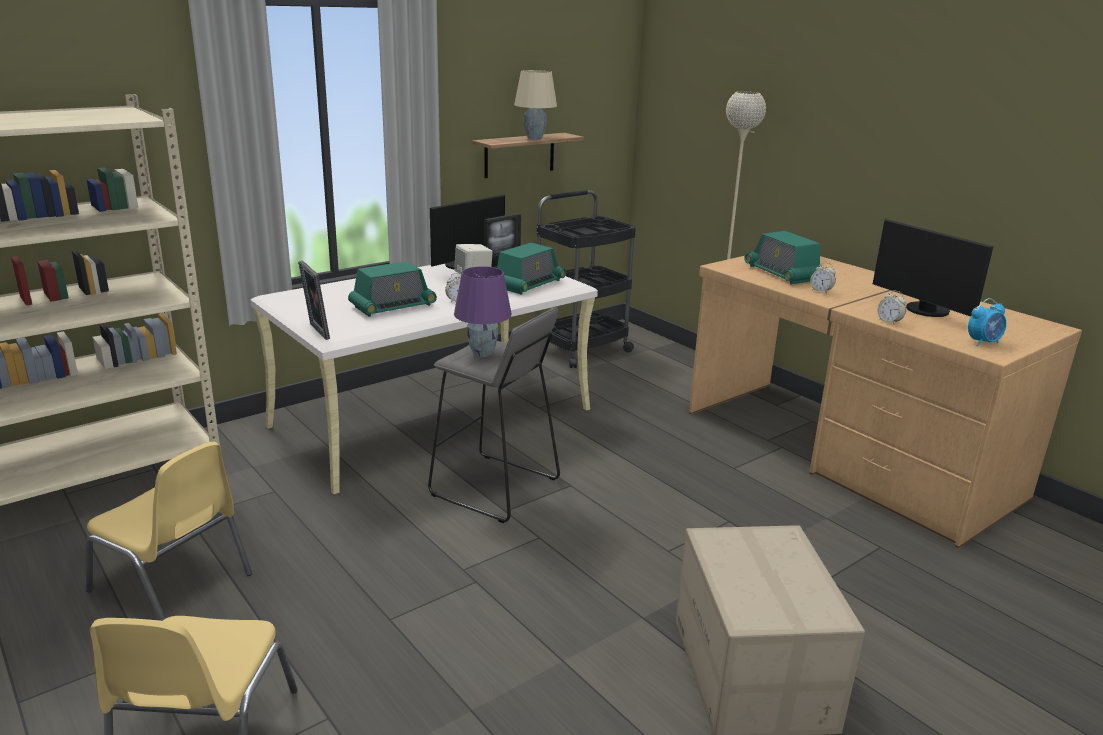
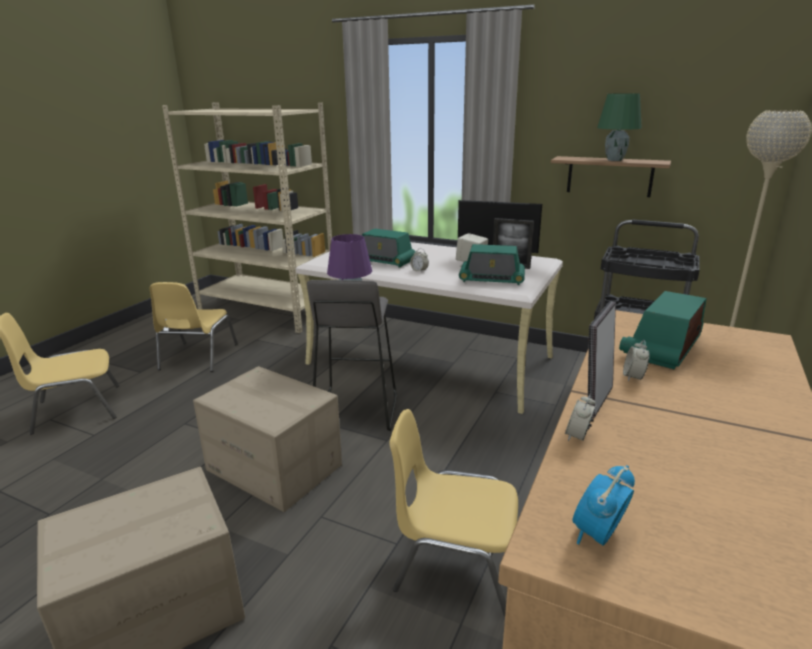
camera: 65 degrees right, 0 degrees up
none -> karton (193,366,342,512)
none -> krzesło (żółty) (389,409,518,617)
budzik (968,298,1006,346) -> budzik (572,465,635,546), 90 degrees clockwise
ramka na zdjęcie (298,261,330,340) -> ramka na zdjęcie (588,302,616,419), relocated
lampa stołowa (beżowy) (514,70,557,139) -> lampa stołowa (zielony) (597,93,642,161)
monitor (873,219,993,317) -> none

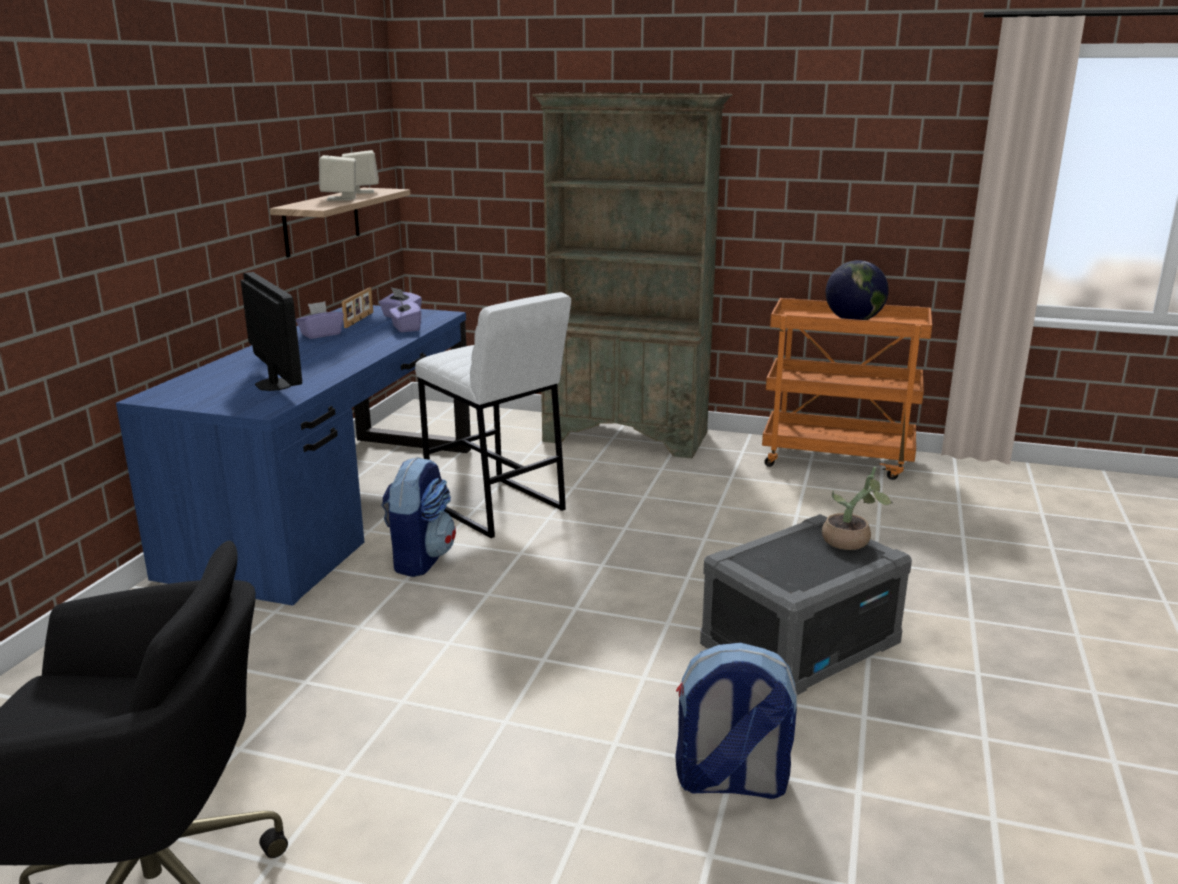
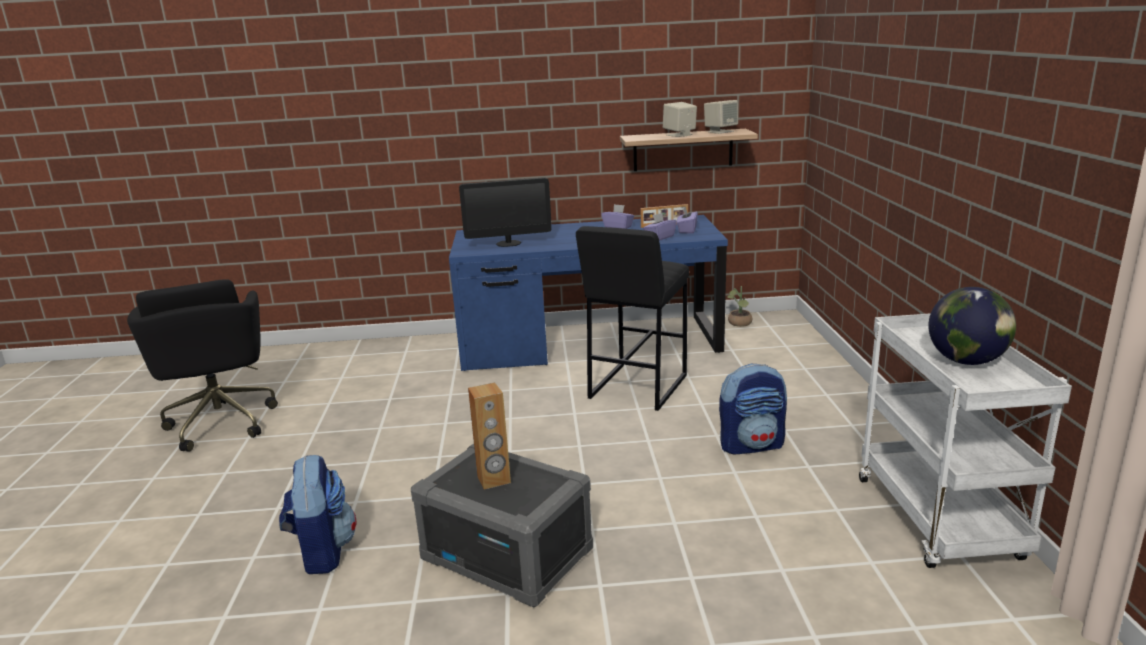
camera: 70 degrees right, 0 degrees up
monitor (241,272,302,391) -> monitor (459,177,552,247), 45 degrees clockwise
none -> głośnik (brązowy) (468,383,511,490)
stołek (biały) (415,292,571,538) -> stołek (czarny) (576,226,689,411)
plecak (381,457,456,577) -> plecak (719,364,787,455), relocated
roślina doniczkowa (822,467,892,550) -> roślina doniczkowa (727,286,753,327), relocated
wózek (pomarańczowy) (762,298,932,480) -> wózek (biały) (859,313,1072,568)
regał (zielony) (532,92,733,459) -> none

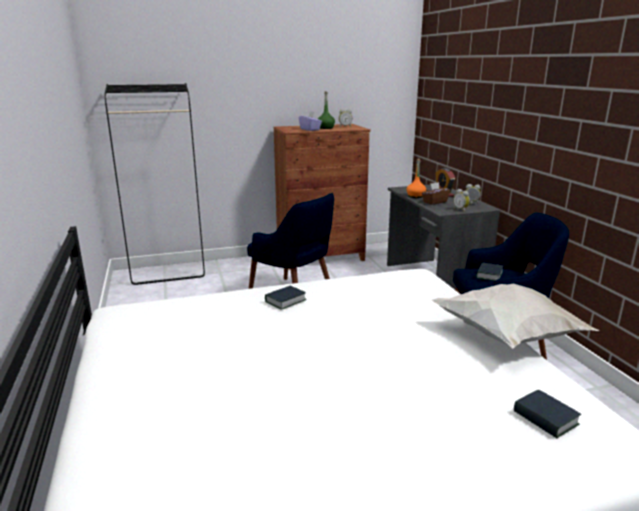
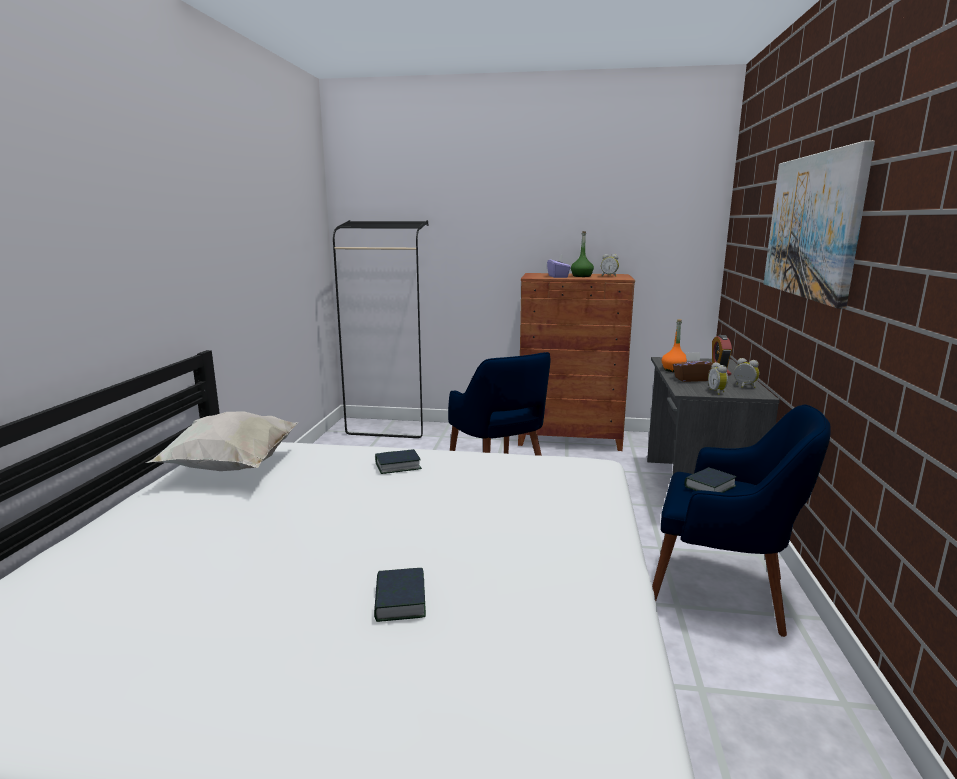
camera: 25 degrees right, 5 degrees down
poduszka (biały) (432,283,599,349) -> poduszka (biały) (146,412,298,471), relocated
książka (514,390,581,438) -> książka (374,568,426,622), relocated
none -> obraz (763,140,875,309)

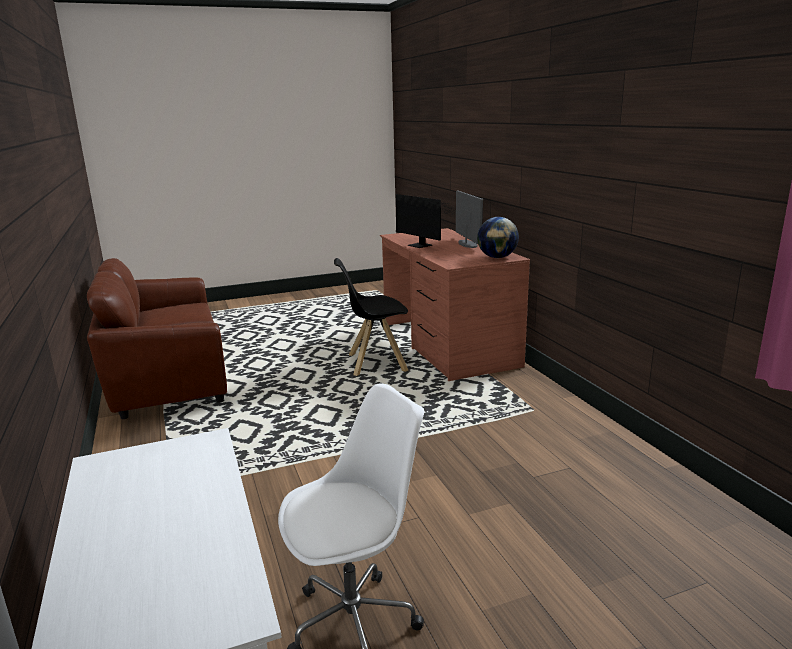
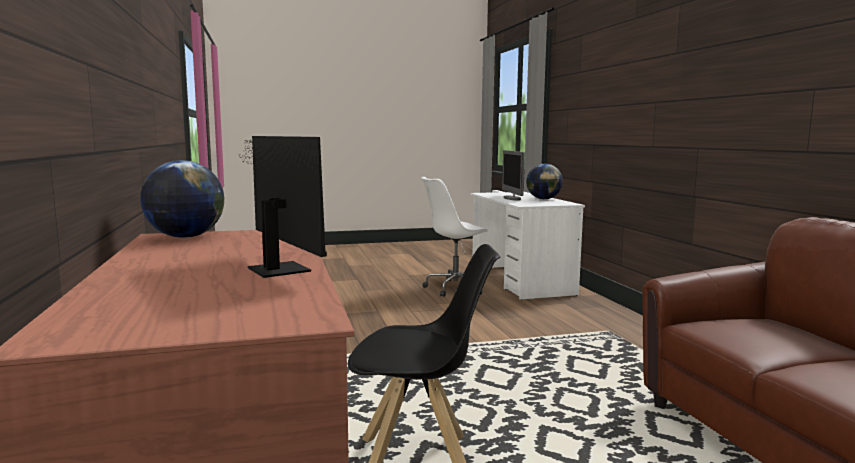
camera: 175 degrees left, 10 degrees down
monitor (456,190,483,248) -> monitor (502,150,525,200), relocated
none -> globus (526,164,563,199)

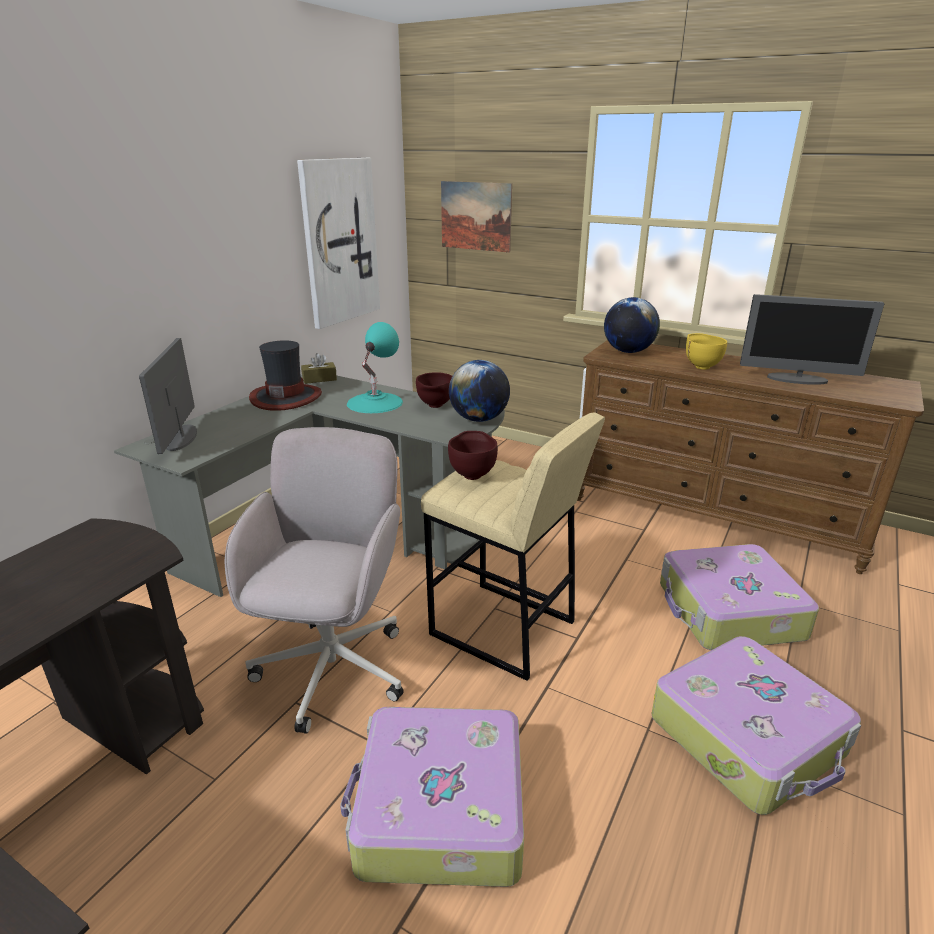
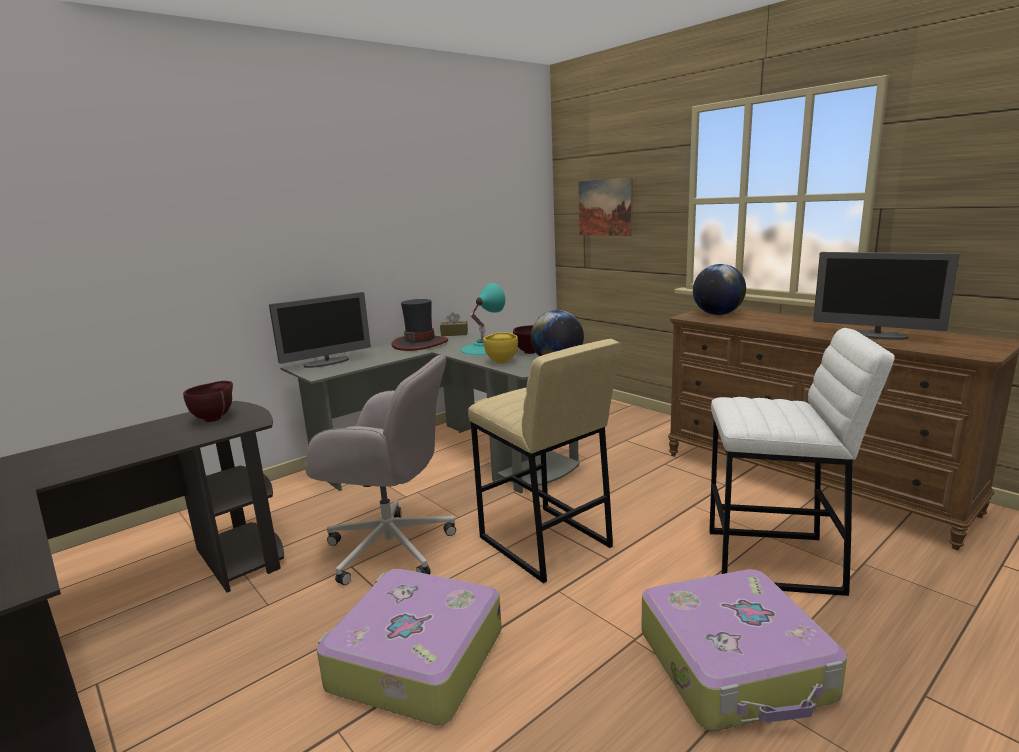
camera: 20 degrees right, 10 degrees down
miska (brązowy) (448,431,498,480) -> miska (brązowy) (183,381,233,422), relocated
monitor (139,338,197,454) -> monitor (269,292,371,368), 135 degrees counterclockwise
krzesło biurowe (szary) (225,427,404,734) -> krzesło biurowe (szary) (305,355,456,585), 75 degrees clockwise
miska (żółty) (686,333,727,370) -> miska (żółty) (484,332,518,364), relocated
walizka (660,544,819,650) -> stołek (biały) (709,328,895,596)
obraz (297,158,380,329) -> none

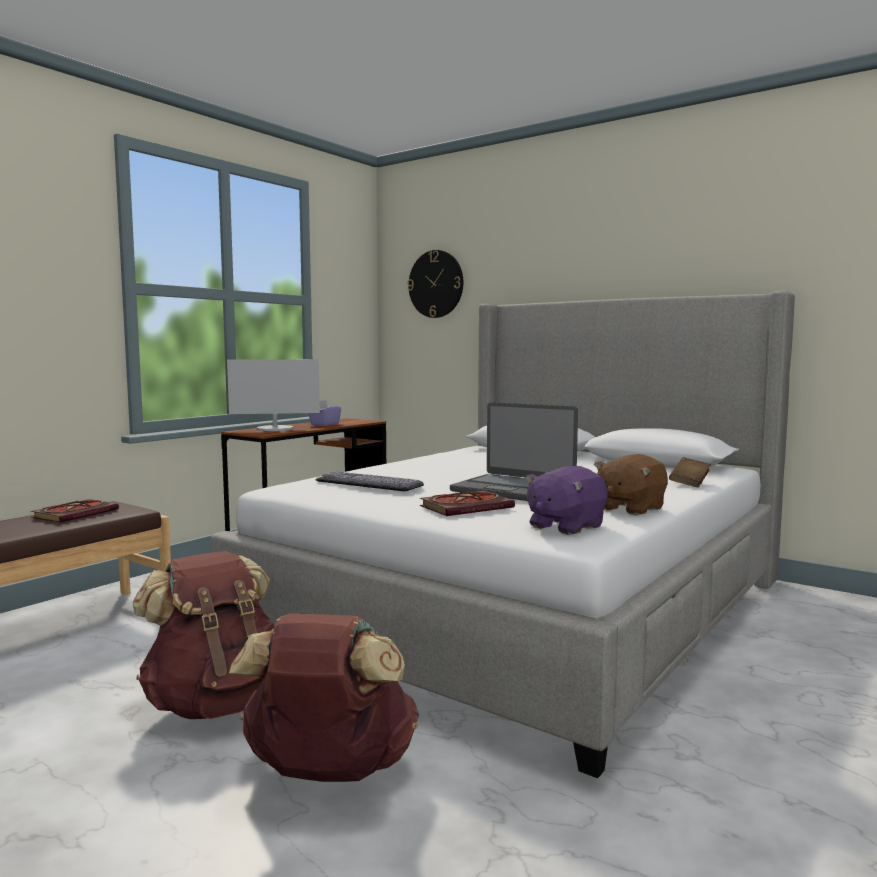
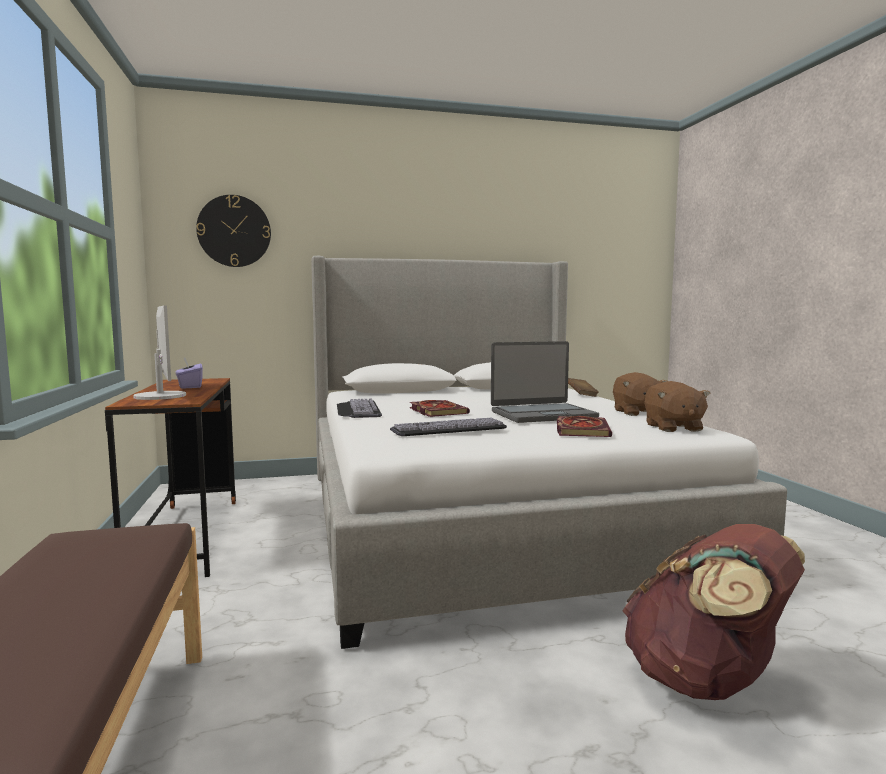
camera: 50 degrees left, 0 degrees up
monitor (227,359,320,431) -> monitor (133,305,186,400), 60 degrees counterclockwise
none -> klawiatura (337,398,382,418)
książka (31,499,119,523) -> książka (410,400,470,417), relocated
pluszak (fioletowy) (525,466,608,535) -> pluszak (brązowy) (644,381,710,432)
plecak (brązowy) (133,551,275,719) -> none

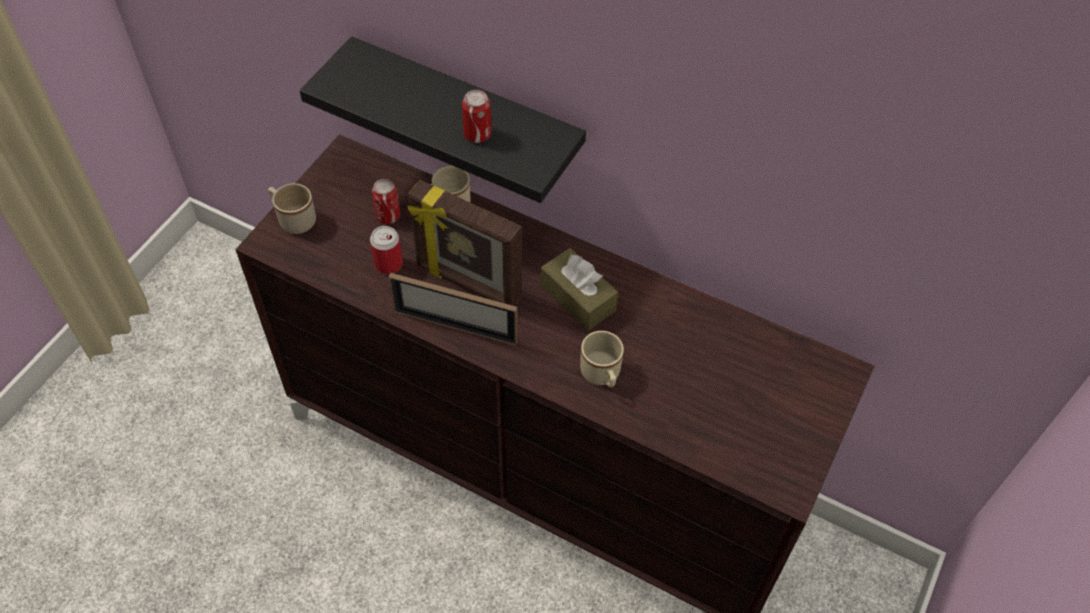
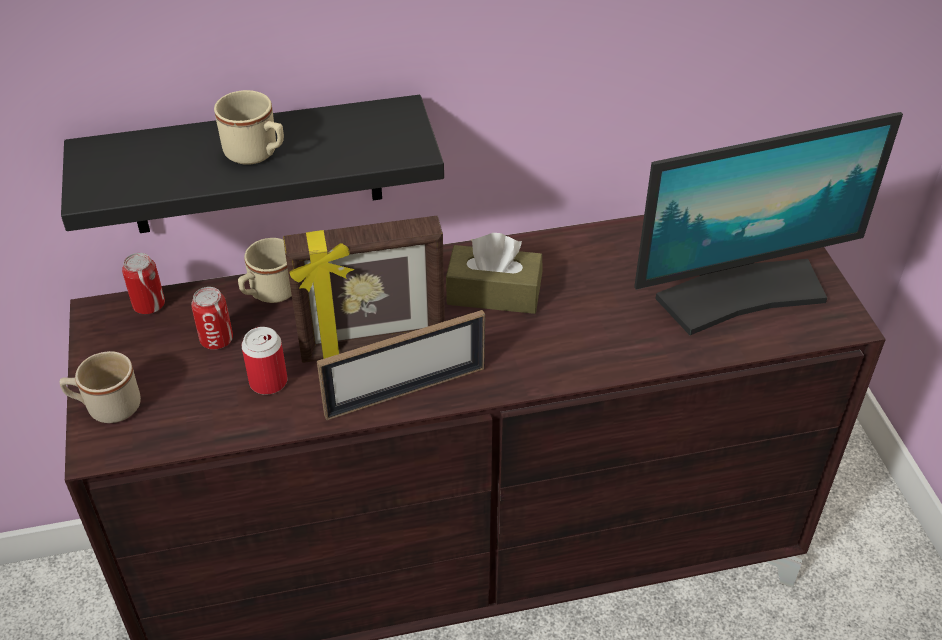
camera: 40 degrees left, 10 degrees down
puszka (462,90,492,143) -> puszka (122,253,165,314), relocated
kubek (beżowy) (580,331,624,387) -> kubek (beżowy) (214,90,284,165), relocated
none -> monitor (634,112,903,335)

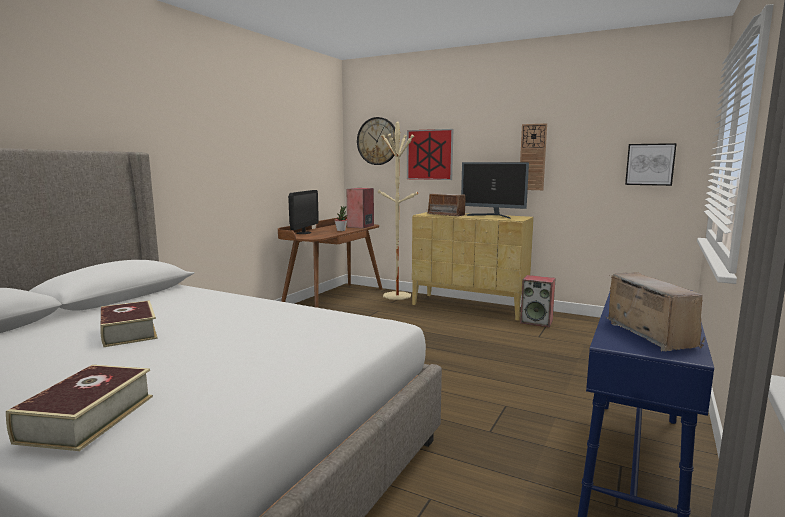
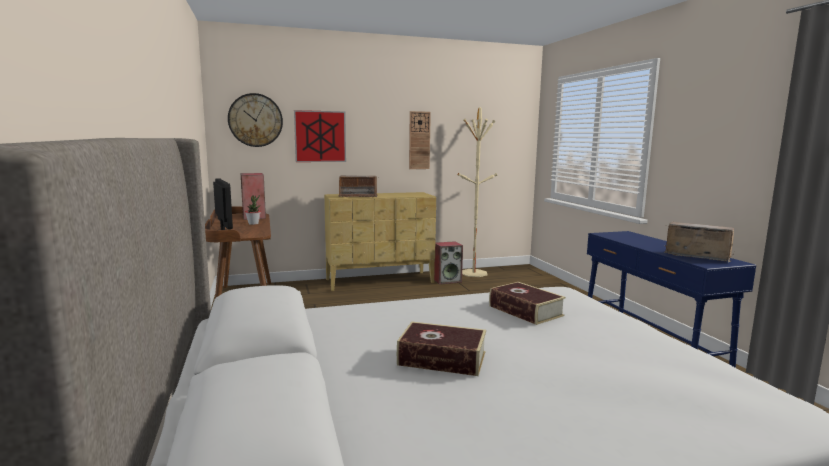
camera: 45 degrees left, 0 degrees up
wieszak (beżowy) (378,122,418,300) -> wieszak (beżowy) (458,107,497,277), relocated
książka (6,365,153,451) -> książka (489,282,566,325), relocated
monitor (461,162,529,218) -> none
obraz (625,143,677,186) -> none

